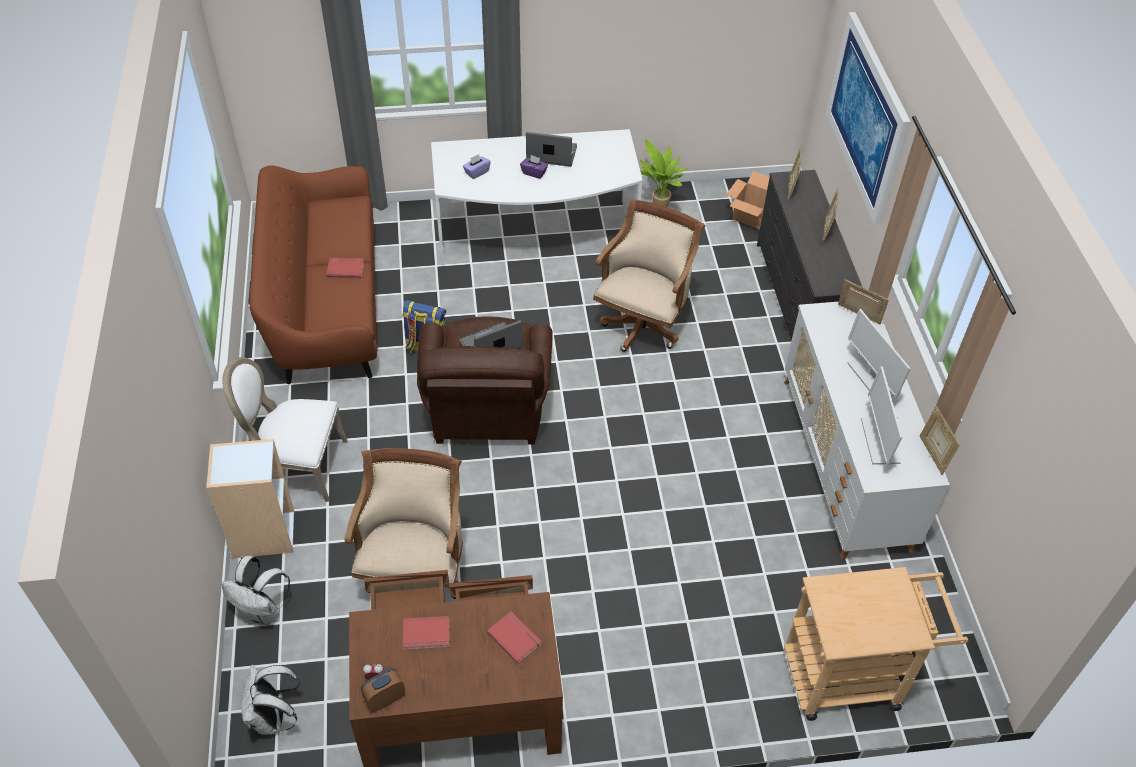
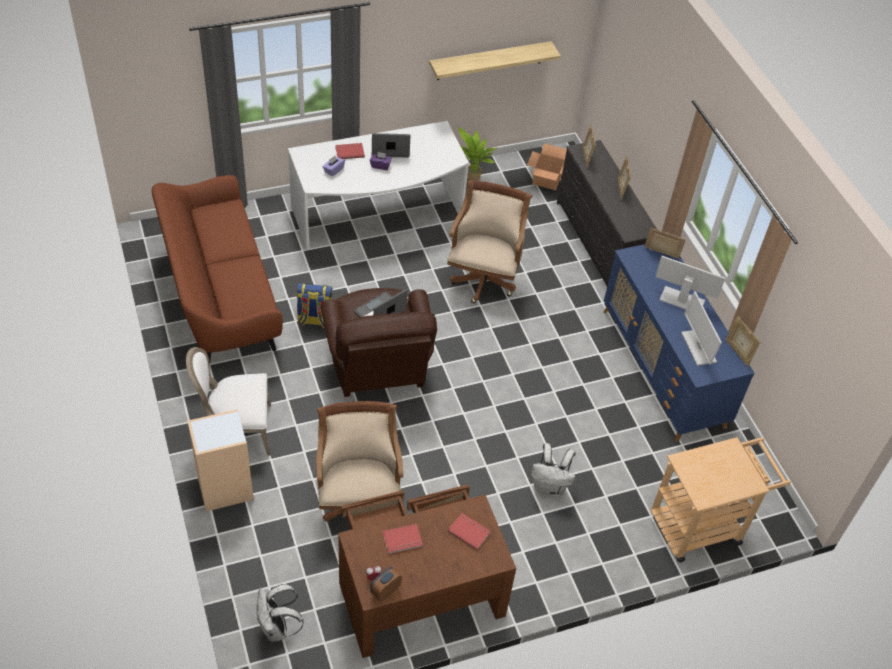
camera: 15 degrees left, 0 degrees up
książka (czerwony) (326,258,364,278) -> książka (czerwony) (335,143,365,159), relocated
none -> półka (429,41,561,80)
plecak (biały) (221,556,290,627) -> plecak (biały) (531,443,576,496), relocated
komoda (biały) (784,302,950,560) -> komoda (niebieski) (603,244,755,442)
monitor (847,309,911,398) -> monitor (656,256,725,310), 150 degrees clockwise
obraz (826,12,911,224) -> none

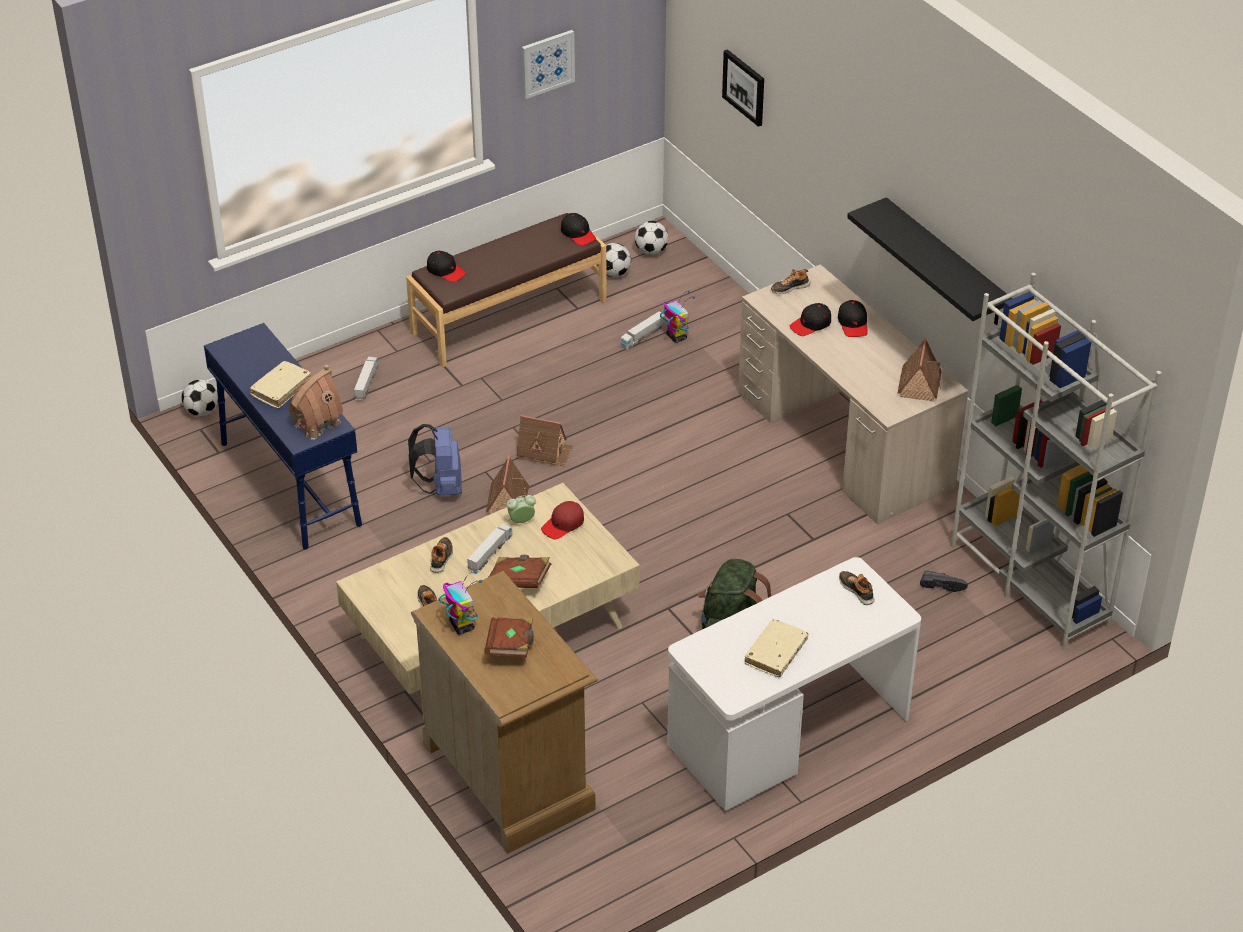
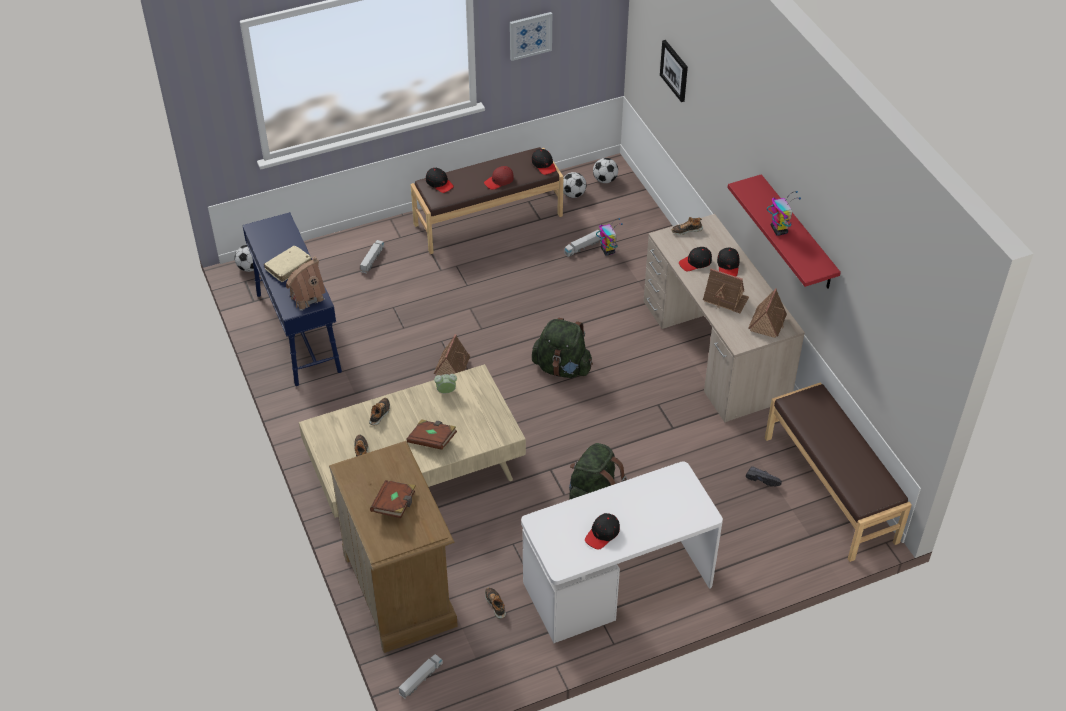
camera: 10 degrees right, 5 degrees up
ciężarówka zabawkowa (467,523,512,573) -> ciężarówka zabawkowa (399,654,443,699), relocated
czapka z daszkiem (czerwony) (541,501,584,539) -> czapka z daszkiem (czerwony) (484,166,514,190), relocated
but (839,571,875,605) -> but (485,587,506,619), relocated
none -> plecak (zielony) (532,318,593,378)
książka (beżowy) (745,619,808,677) -> czapka z daszkiem (czarny) (585,513,620,550)
domek (516,415,573,466) -> domek (703,268,749,313), relocated
półka (czarny) (847,197,1013,325) -> półka (czerwony) (728,174,841,289)
regał (szary) (951,273,1162,650) -> ławka (brązowy) (765,382,912,562)
robot zabawkowy (438,571,482,634) -> robot zabawkowy (767,191,801,236), relocated
plecak (niebieski) (408,424,462,496) -> none

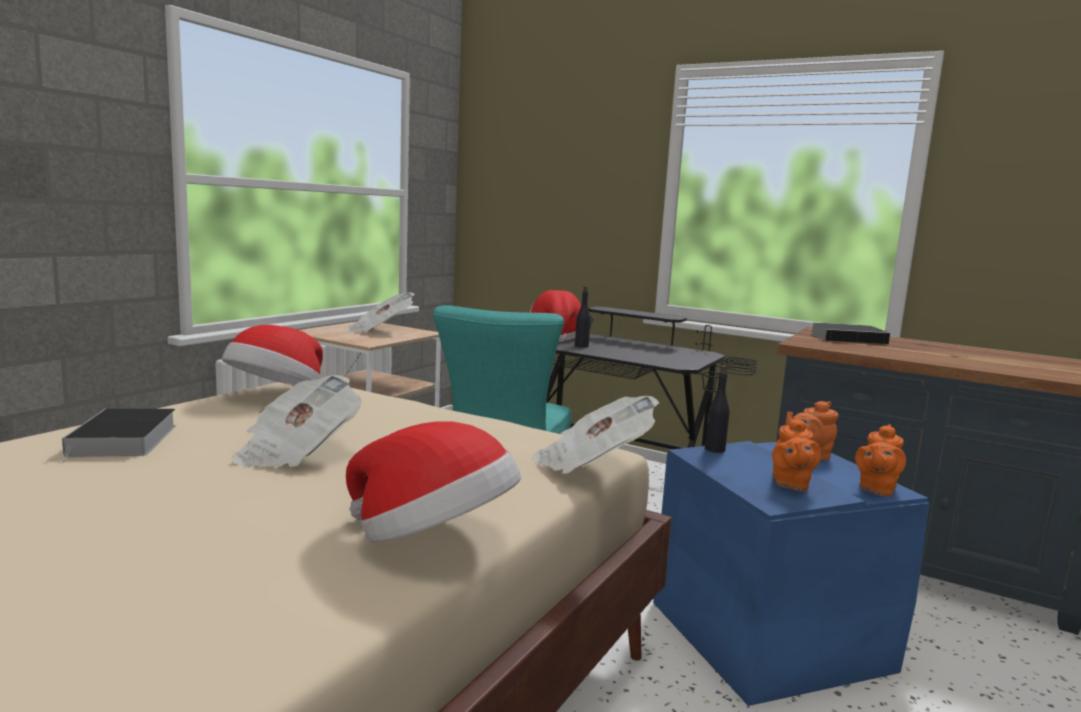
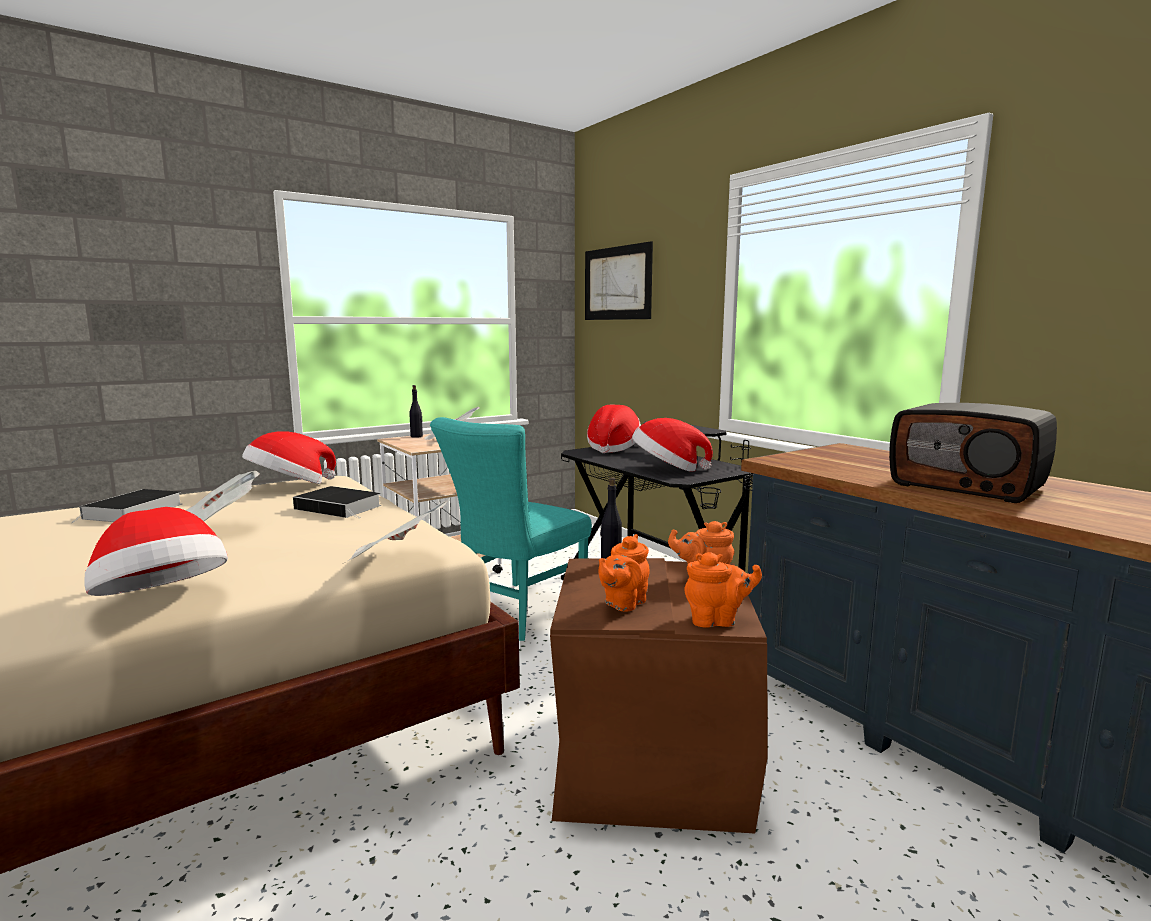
camera: 25 degrees right, 0 degrees up
książka (810,322,892,344) -> książka (293,486,381,518), relocated
butelka (czarny) (575,286,591,348) -> butelka (czarny) (409,385,423,438), relocated
pojemnik do przechowywania (niebieski) (653,441,930,706) -> pojemnik do przechowywania (brązowy) (550,558,768,833)
none -> obraz (585,241,653,320)
none -> kapelusz (632,418,713,471)
imbryk (pomarańczowy) (855,424,906,496) -> imbryk (pomarańczowy) (685,552,762,627), 150 degrees counterclockwise
none -> radio (889,403,1057,503)

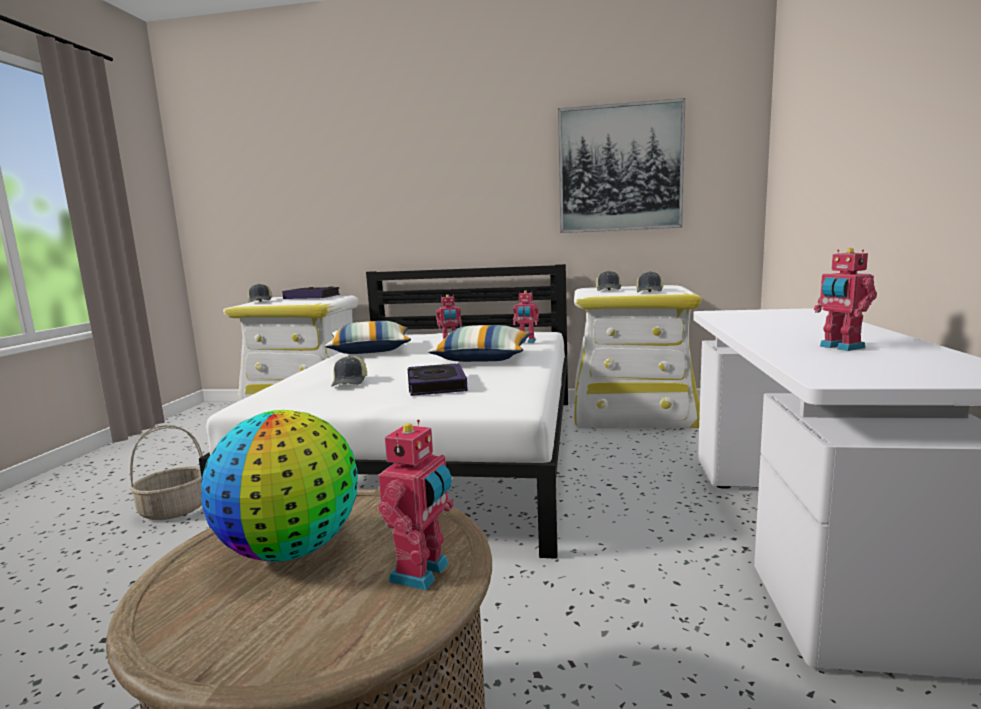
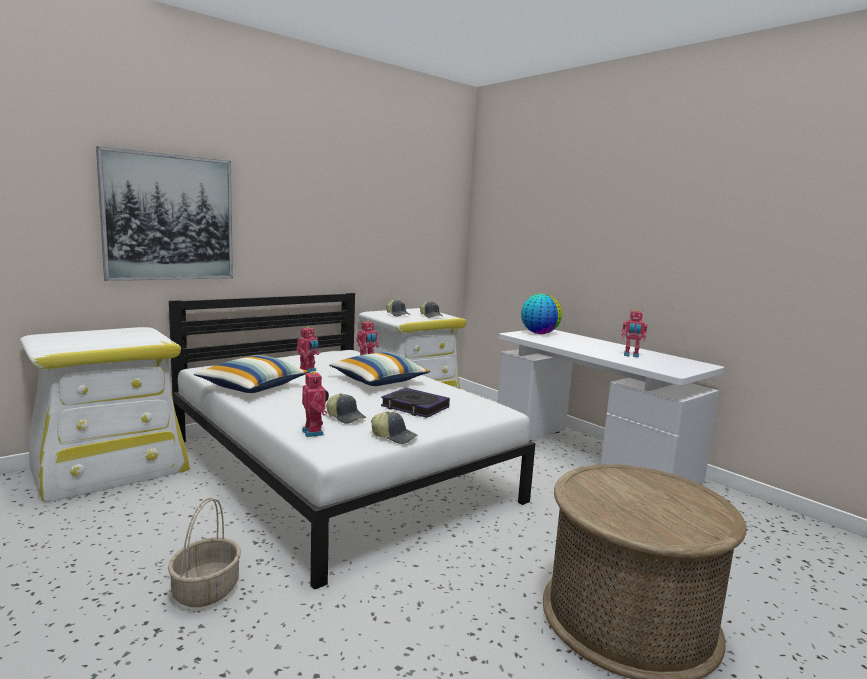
camera: 50 degrees left, 0 degrees up
obraz (558,98,685,233) -> obraz (96,146,233,281), relocated
robot zabawkowy (378,420,454,591) -> robot zabawkowy (302,370,329,437), relocated
czapka z daszkiem (248,283,272,303) -> czapka z daszkiem (371,411,418,444), relocated
globus (201,410,358,562) -> globus (521,294,562,334), relocated
książka (282,286,340,299) -> none

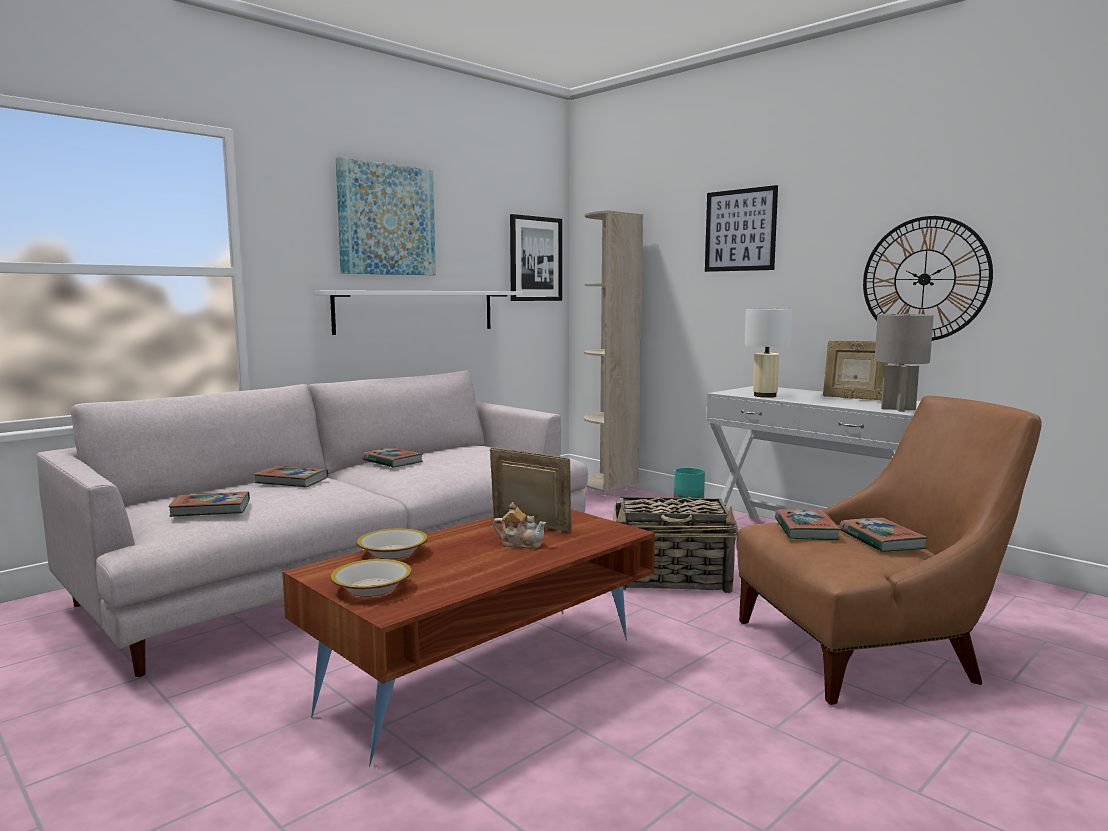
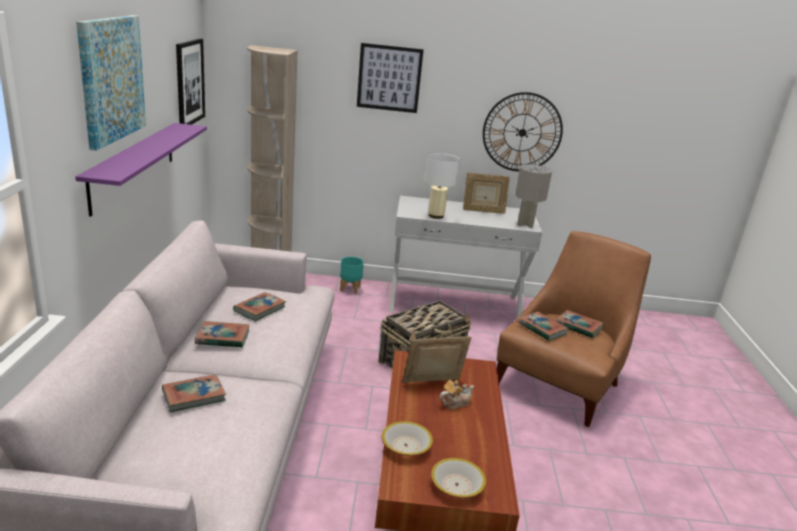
camera: 45 degrees left, 15 degrees up
półka (biały) (315,291,522,335) -> półka (fioletowy) (75,123,207,217)
książka (168,492,250,517) -> książka (233,292,286,321), relocated

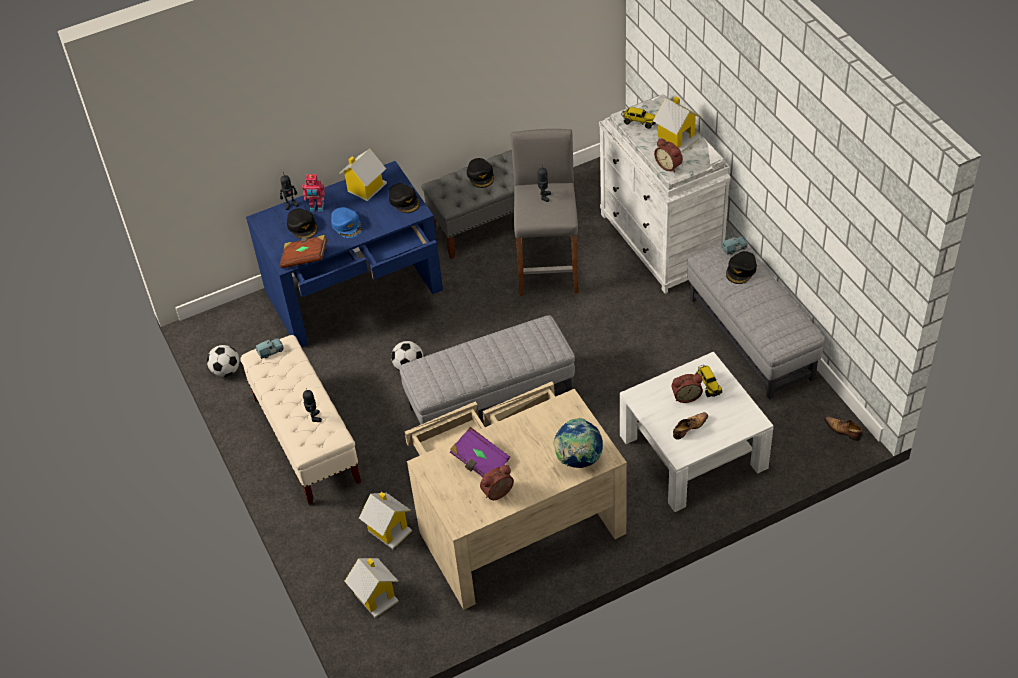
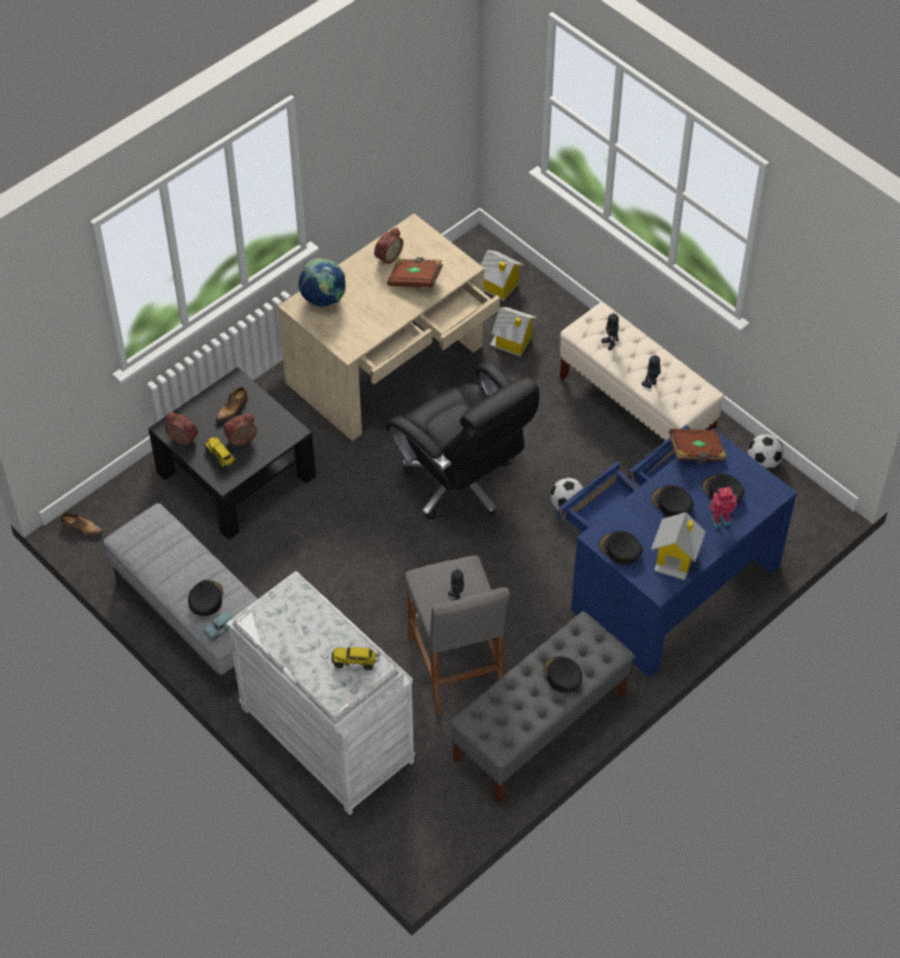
camera: 160 degrees right, 5 degrees up
ława (biały) (620,352,774,512) -> ława (czarny) (148,367,316,540)
budzik (654,138,683,172) -> budzik (165,412,198,446), relocated
pufa (szary) (400,315,575,425) -> krzesło biurowe (czarny) (386,361,540,519)
książka (fioletowy) (450,427,510,477) -> książka (brązowy) (387,257,443,287)
robot zabawkowy (280,172,299,210) -> robot zabawkowy (642,353,661,388), relocated
czapka z daszkiem (niebieski) (331,207,362,238) -> czapka z daszkiem (czarny) (651,485,694,517)
samochodzik (niebieski) (256,337,284,359) -> none
domek (653,97,701,153) -> none

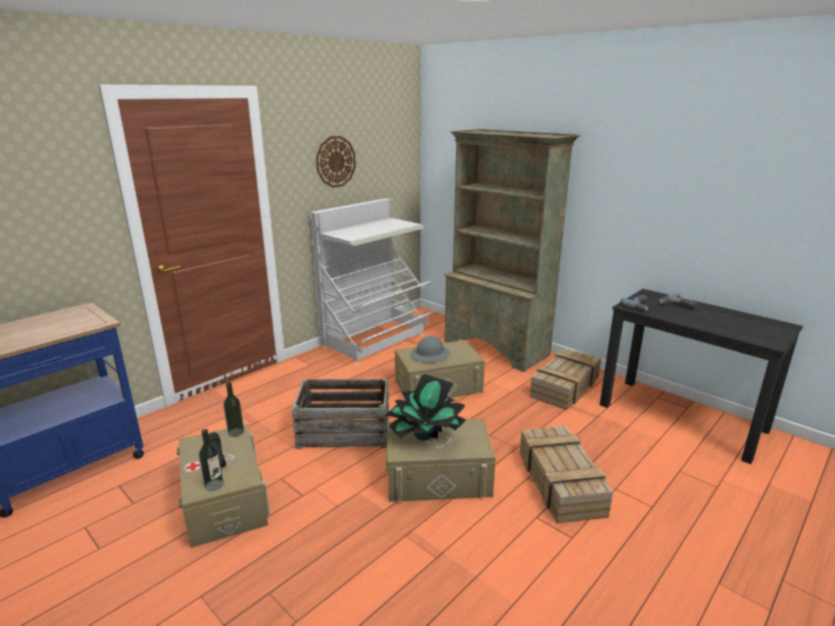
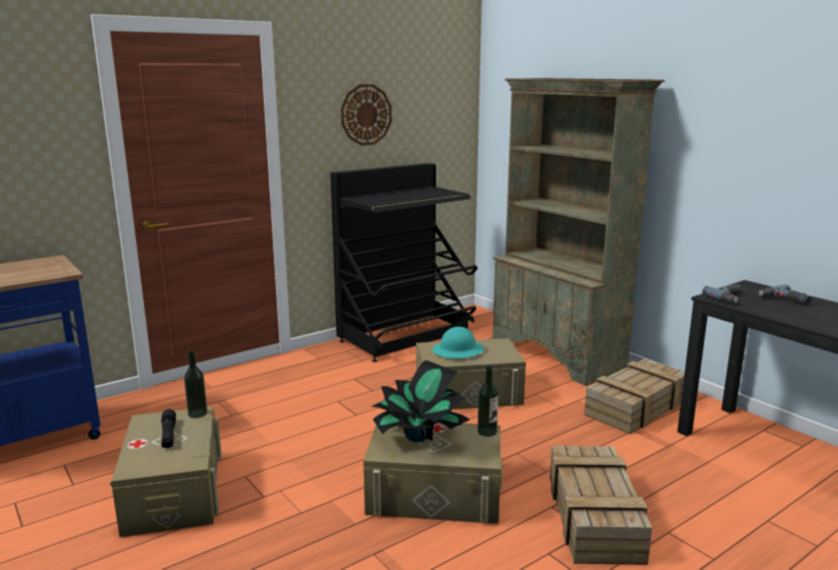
camera: 10 degrees right, 5 degrees down
regał na buty (biały) (310,198,431,365) -> regał na buty (czarny) (330,163,477,362)
kask (szary) (410,336,450,362) -> kask (turkusowy) (432,327,484,359)
butelka (199,429,223,491) -> butelka (478,366,498,437), relocated
skrzynka (292,379,389,449) -> none

